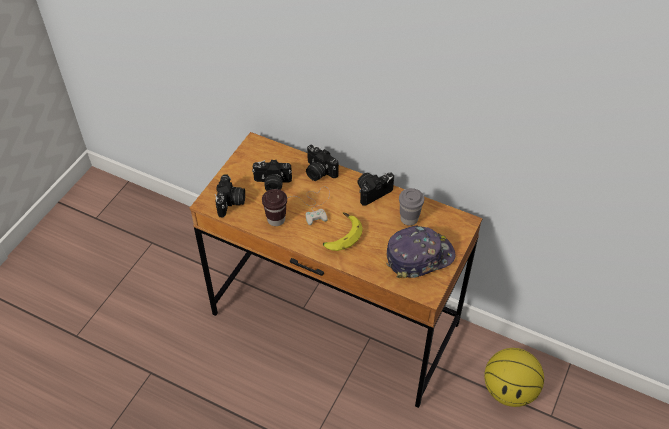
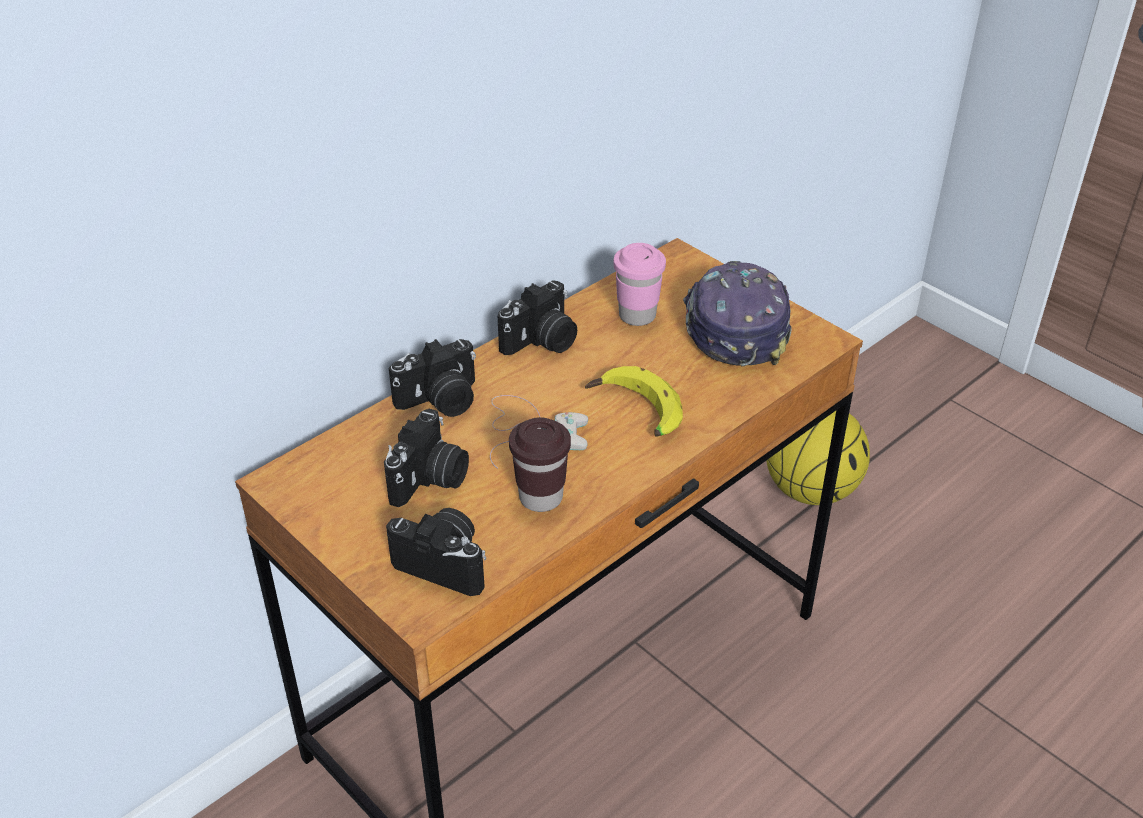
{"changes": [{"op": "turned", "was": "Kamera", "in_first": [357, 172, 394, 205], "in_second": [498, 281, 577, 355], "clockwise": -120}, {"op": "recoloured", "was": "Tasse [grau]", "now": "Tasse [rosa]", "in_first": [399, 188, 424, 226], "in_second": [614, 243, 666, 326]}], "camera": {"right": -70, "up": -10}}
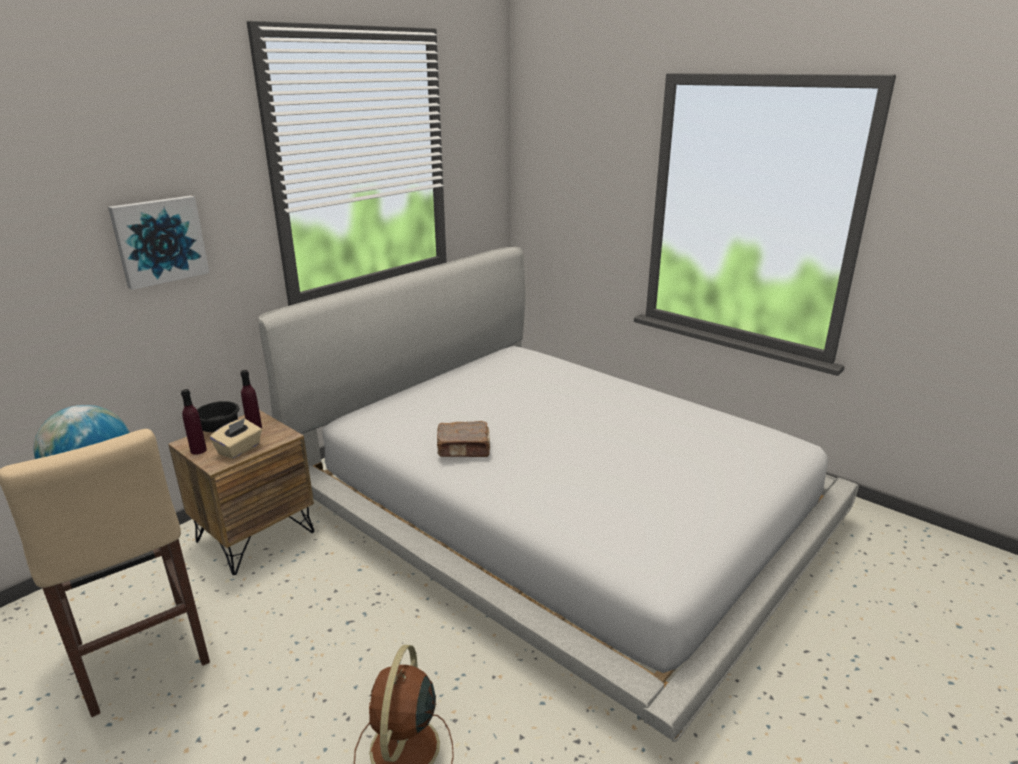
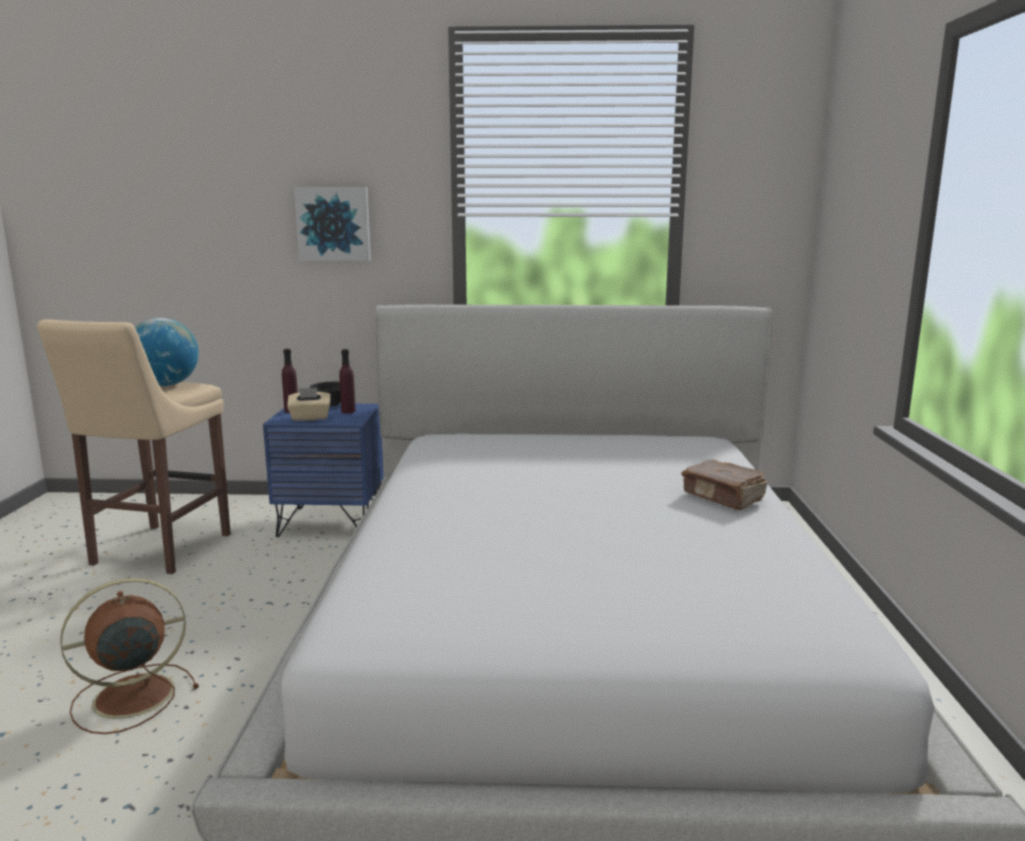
{"changes": [{"op": "recoloured", "was": "Nachttisch [braun]", "now": "Nachttisch [blau]", "in_first": [168, 410, 315, 575], "in_second": [263, 403, 384, 537]}, {"op": "moved", "was": "Buch [braun]", "in_first": [437, 421, 490, 457], "in_second": [681, 460, 767, 510]}], "camera": {"right": 50, "up": -10}}
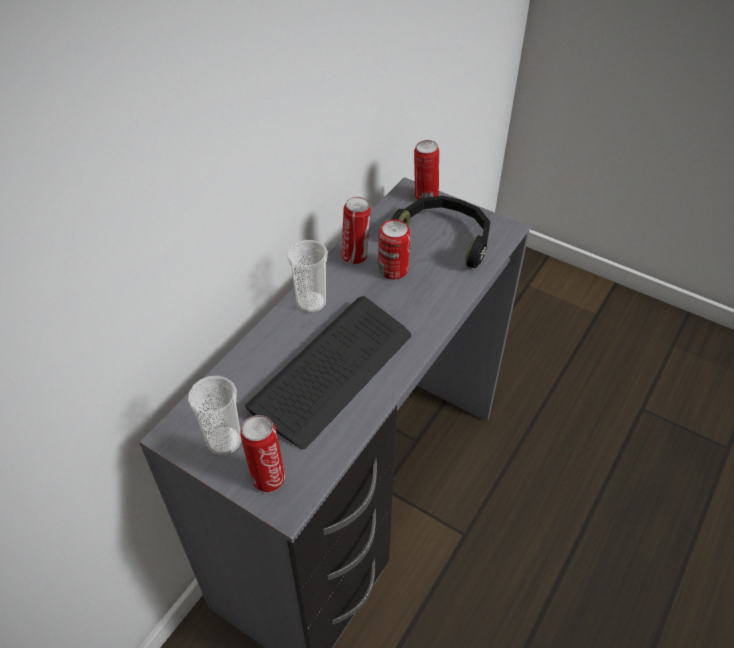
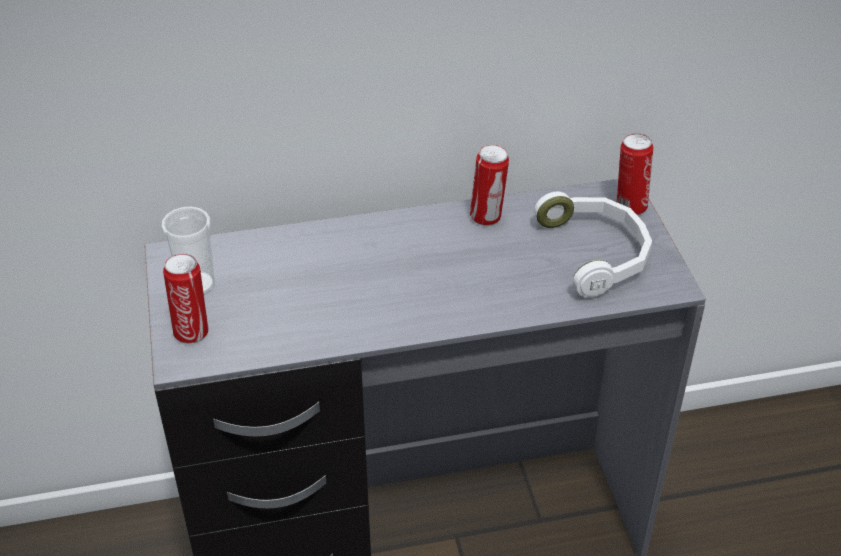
{"changes": [{"op": "recoloured", "was": "Kopfhörer [schwarz]", "now": "Kopfhörer [weiß]", "in_first": [391, 196, 490, 268], "in_second": [534, 191, 652, 298]}, {"op": "removed", "was": "Dose", "in_first": [378, 220, 411, 279]}, {"op": "removed", "was": "Tasse", "in_first": [287, 240, 328, 313]}, {"op": "removed", "was": "Tastatur", "in_first": [245, 296, 411, 449]}], "camera": {"right": 45, "up": -5}}
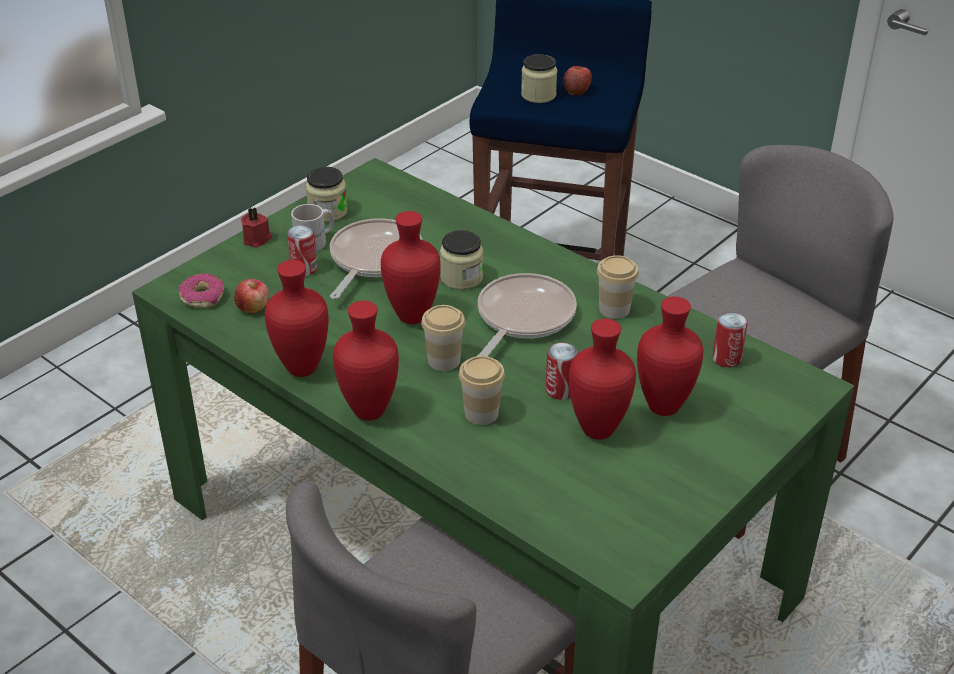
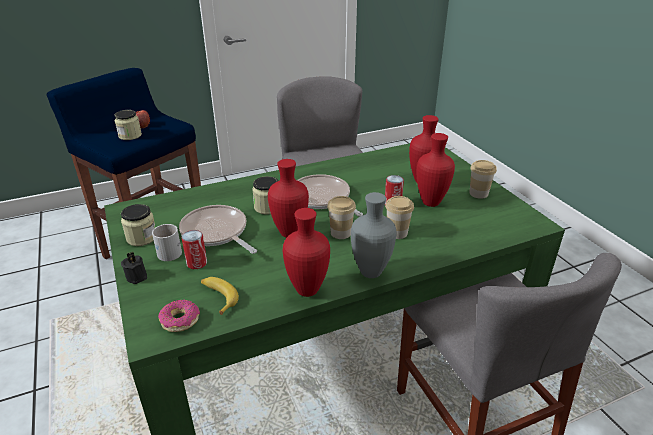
{"changes": [{"op": "recoloured", "was": "Kerze [rot]", "now": "Kerze [schwarz]", "in_first": [241, 207, 272, 248], "in_second": [121, 252, 147, 284]}, {"op": "moved", "was": "Tasse", "in_first": [597, 255, 639, 319], "in_second": [469, 160, 497, 199]}, {"op": "replaced", "was": "Apfel", "now": "Banane", "in_first": [234, 279, 269, 313], "in_second": [201, 277, 239, 315]}, {"op": "recoloured", "was": "Vase [rot]", "now": "Vase [grau]", "in_first": [333, 301, 399, 421], "in_second": [351, 192, 396, 278]}, {"op": "removed", "was": "Dose", "in_first": [712, 312, 747, 368]}], "camera": {"right": -65, "up": -5}}
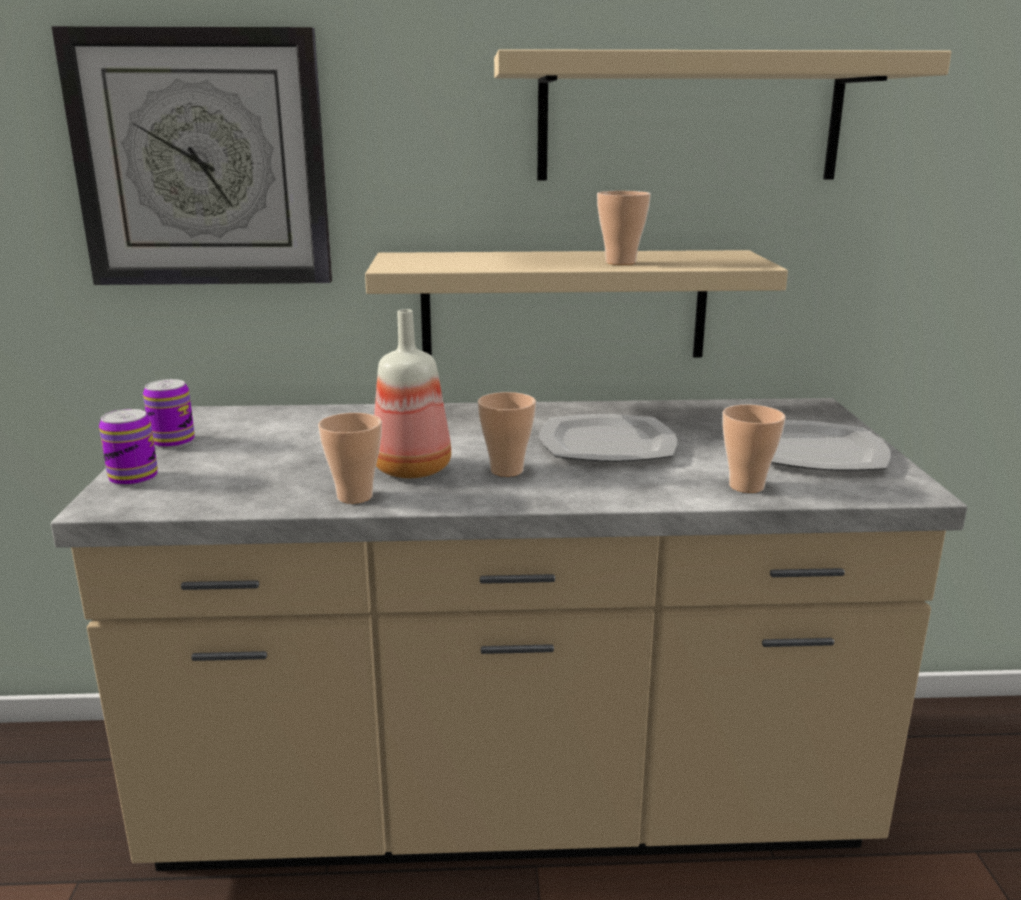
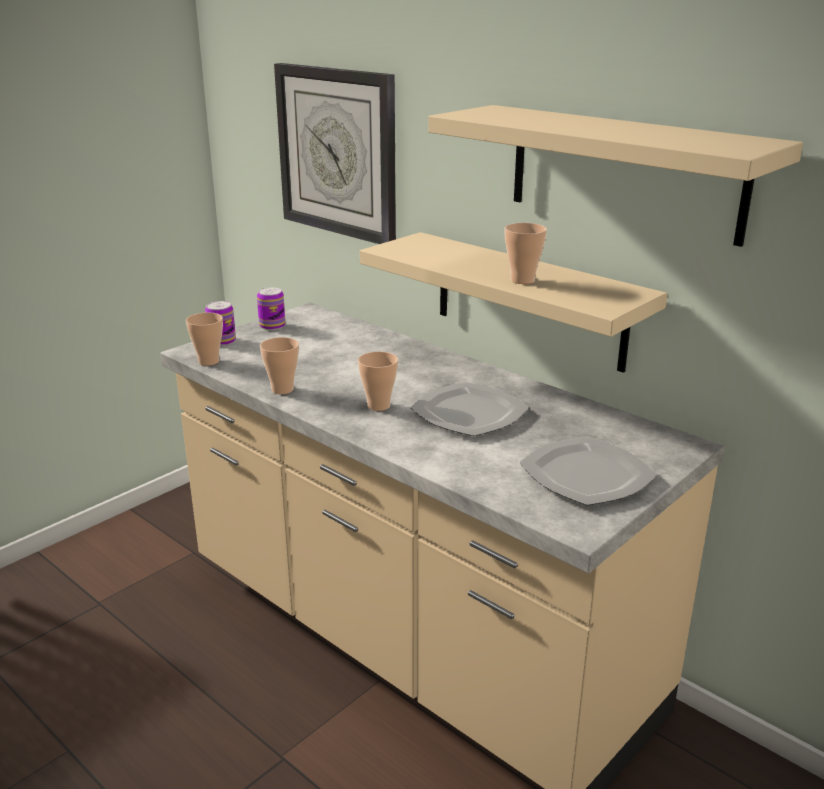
{"changes": [{"op": "removed", "was": "Flasche", "in_first": [374, 309, 451, 478]}, {"op": "moved", "was": "Tasse", "in_first": [723, 405, 786, 493], "in_second": [186, 313, 223, 366]}], "camera": {"right": 45, "up": 5}}
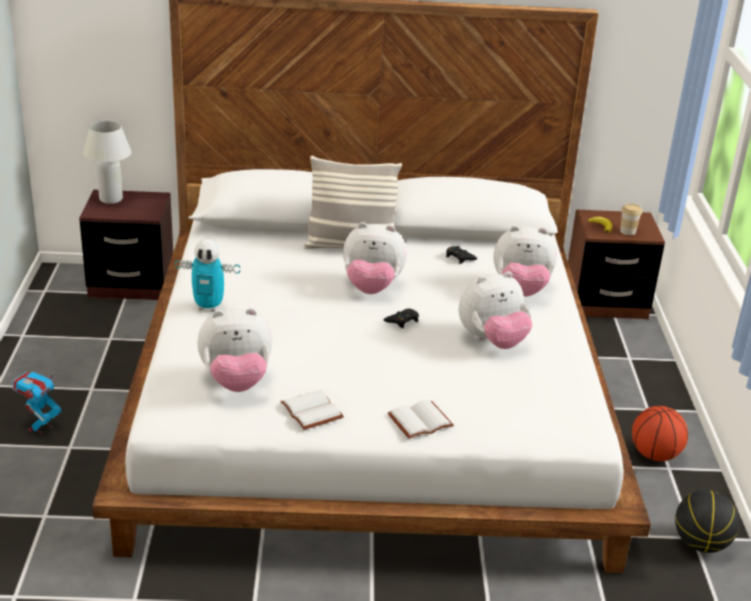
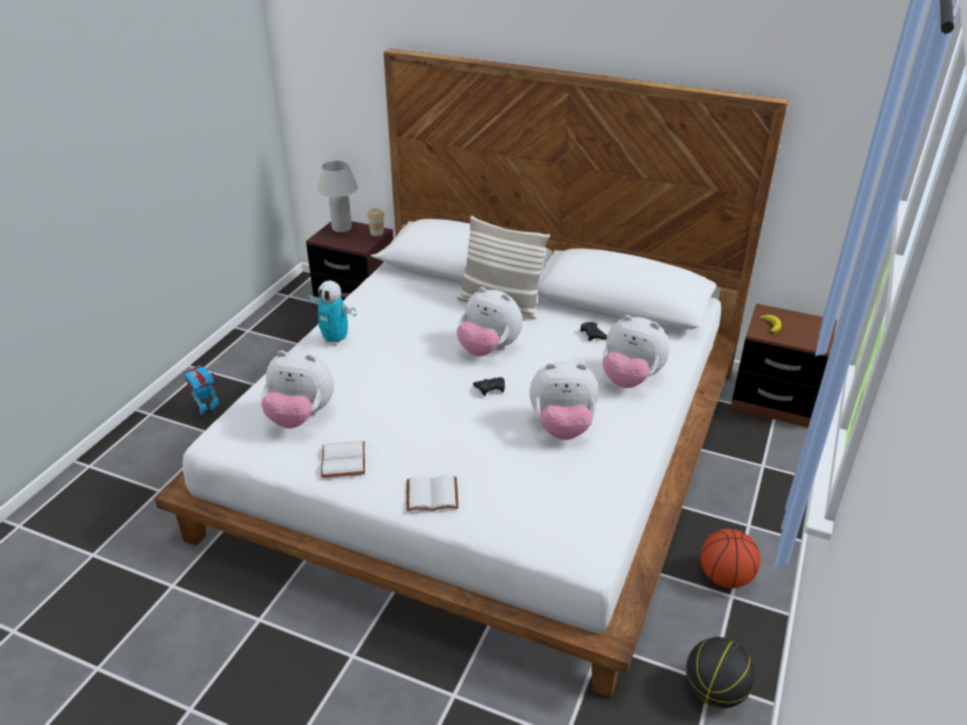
{"changes": [{"op": "moved", "was": "Tasse", "in_first": [620, 204, 642, 235], "in_second": [367, 209, 385, 236]}], "camera": {"right": 25, "up": 5}}
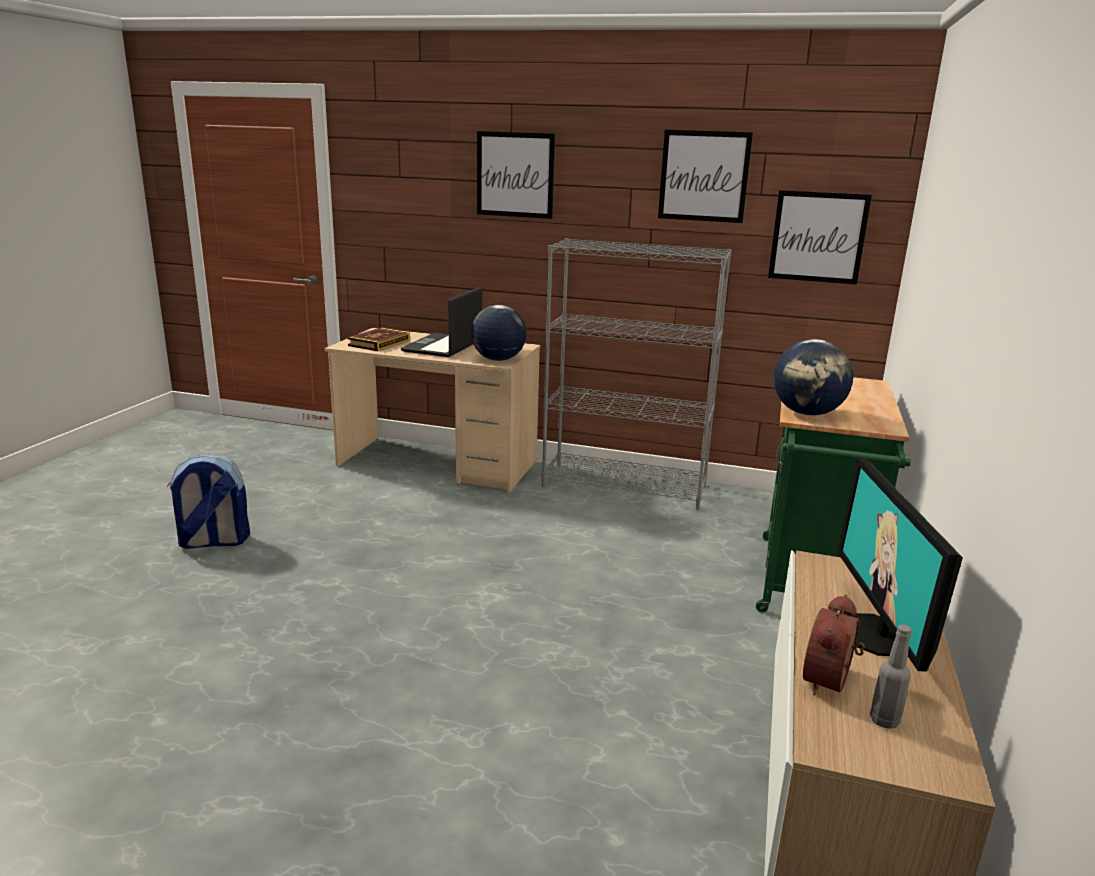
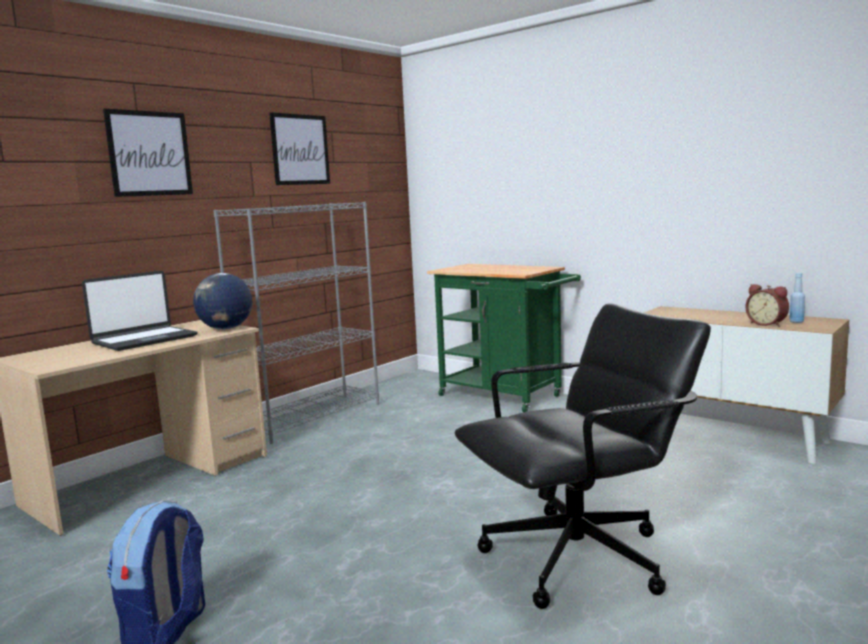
{"changes": [{"op": "removed", "was": "Bild", "in_first": [768, 190, 872, 285]}, {"op": "turned", "was": "Laptop", "in_first": [401, 287, 482, 357], "in_second": [82, 271, 198, 351], "clockwise": -90}, {"op": "removed", "was": "Buch", "in_first": [347, 328, 410, 351]}, {"op": "removed", "was": "Globus", "in_first": [773, 339, 853, 416]}, {"op": "removed", "was": "Monitor", "in_first": [837, 457, 963, 672]}, {"op": "recoloured", "was": "Flasche [grau]", "now": "Flasche [blau]", "in_first": [870, 624, 912, 729], "in_second": [789, 273, 805, 323]}, {"op": "added", "now": "Bürostuhl [schwarz]", "in_second": [455, 303, 711, 609]}], "camera": {"right": -65, "up": -10}}
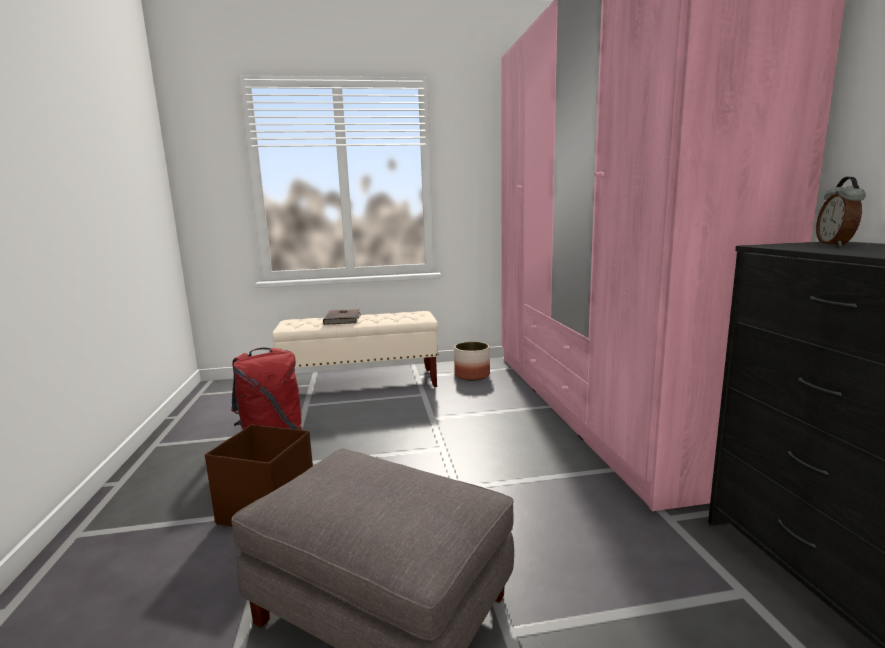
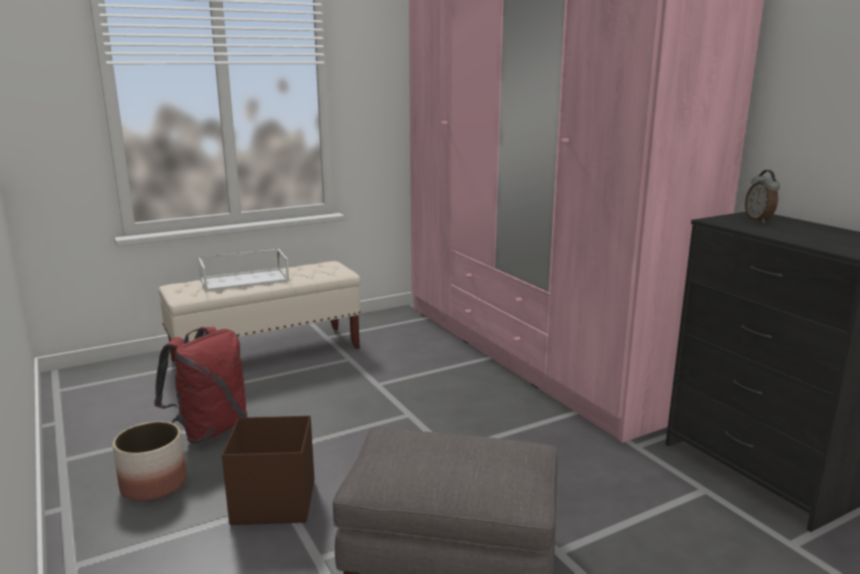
{"changes": [{"op": "replaced", "was": "Buch [braun]", "now": "Tablett [weiß]", "in_first": [323, 309, 362, 325], "in_second": [198, 249, 290, 291]}, {"op": "moved", "was": "Pflanzkübel", "in_first": [454, 342, 490, 381], "in_second": [113, 421, 187, 501]}], "camera": {"right": -20, "up": 5}}
